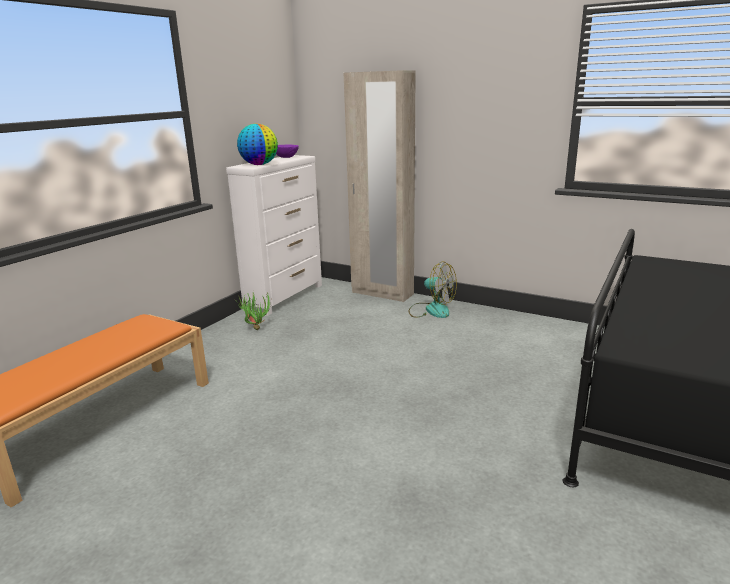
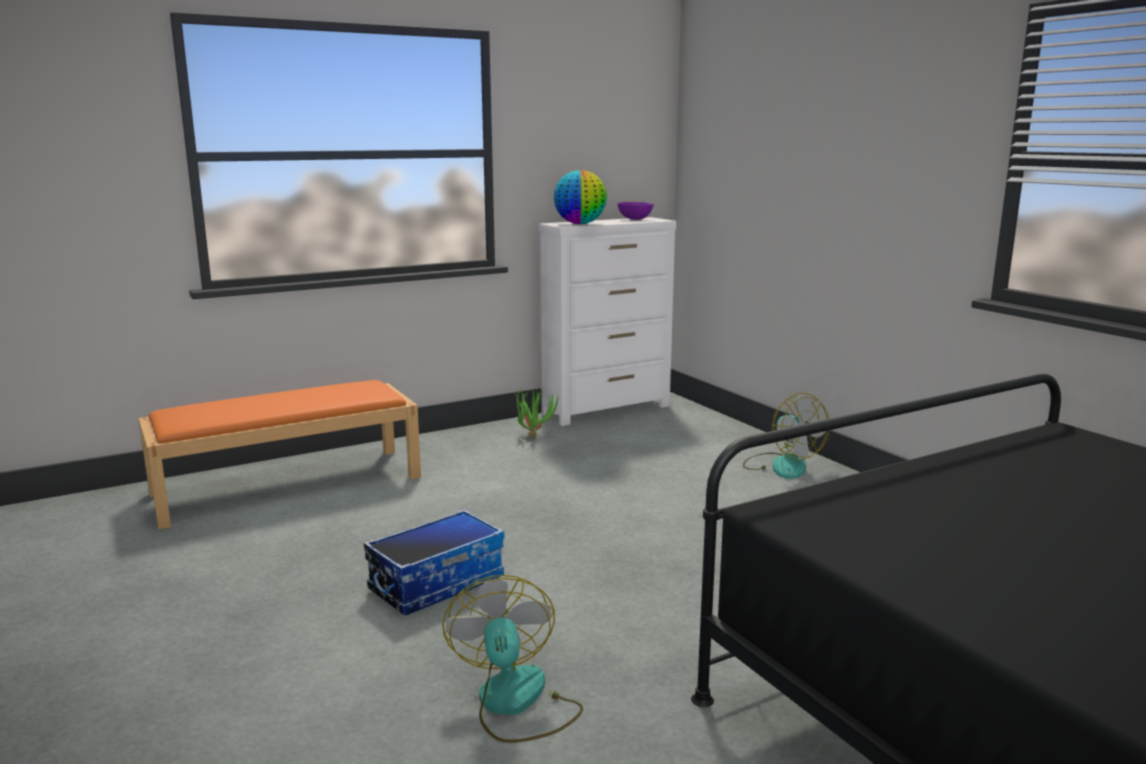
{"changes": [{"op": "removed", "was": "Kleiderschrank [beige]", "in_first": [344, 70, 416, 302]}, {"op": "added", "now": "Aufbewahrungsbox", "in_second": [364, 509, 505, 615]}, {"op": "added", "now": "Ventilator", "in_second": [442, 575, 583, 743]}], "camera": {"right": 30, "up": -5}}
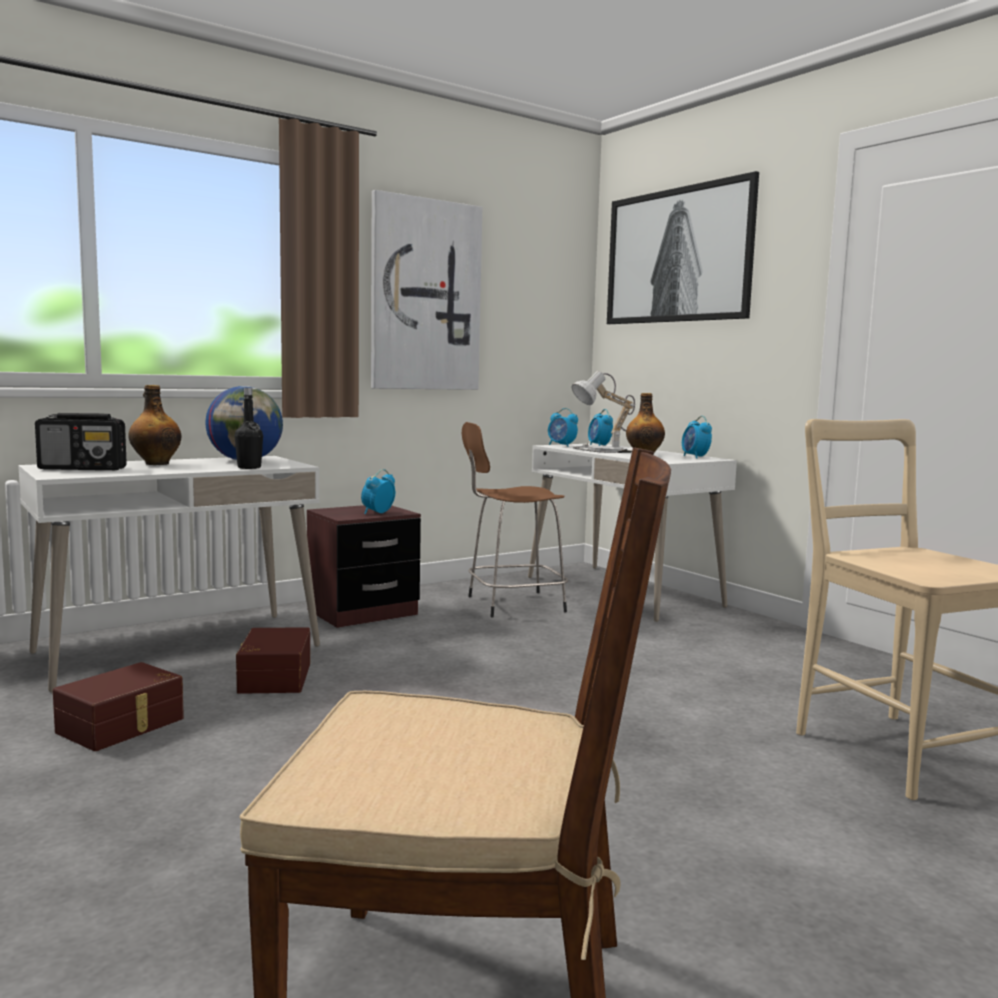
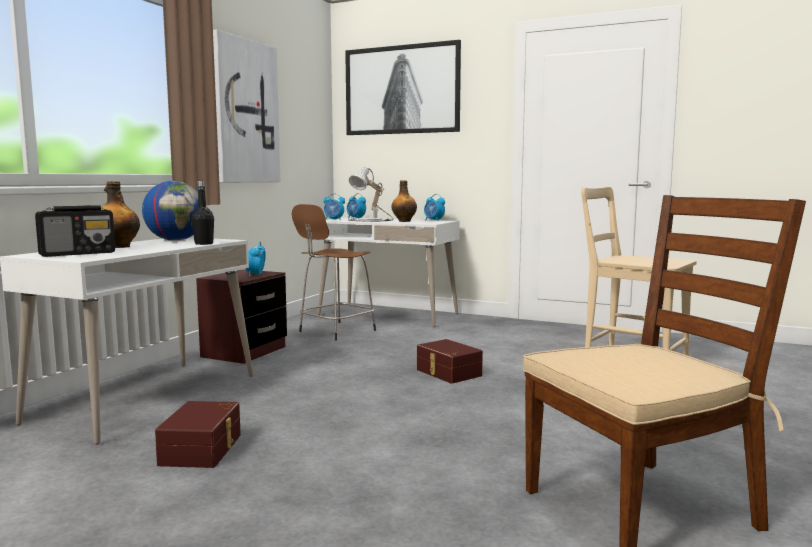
{"changes": [{"op": "moved", "was": "Aufbewahrungsbox [braun]", "in_first": [236, 627, 310, 694], "in_second": [417, 339, 483, 384]}], "camera": {"right": -30, "up": 0}}
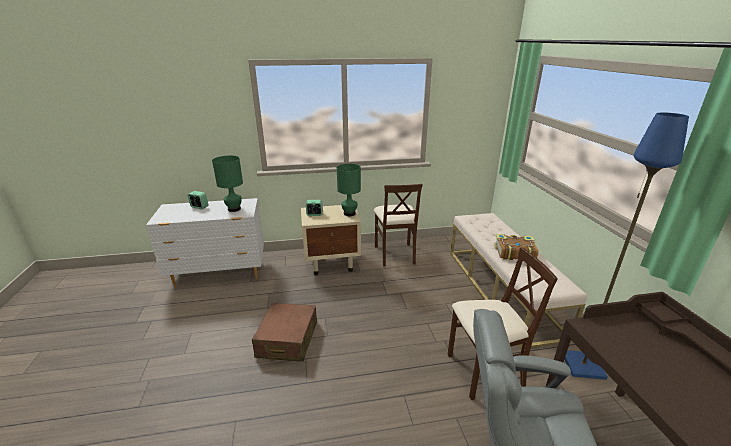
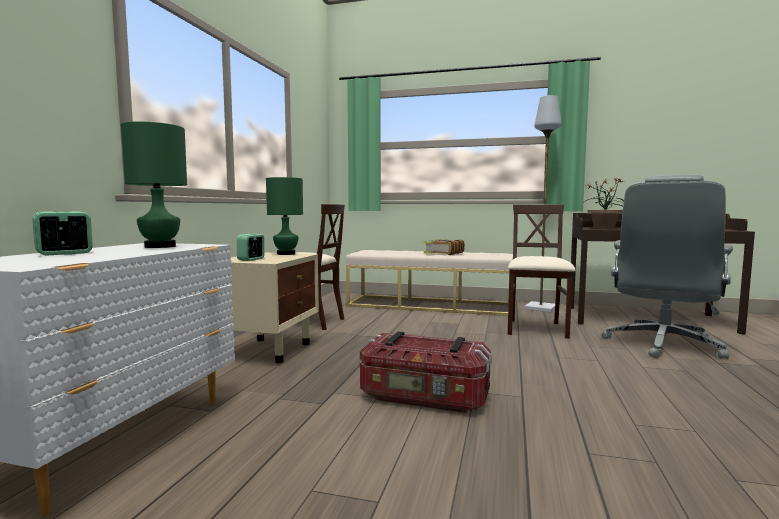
{"changes": [{"op": "recoloured", "was": "Stehlampe [blau]", "now": "Stehlampe [grau]", "in_first": [564, 112, 689, 380], "in_second": [524, 95, 562, 312]}, {"op": "replaced", "was": "Koffer [braun]", "now": "Aufbewahrungsbox", "in_first": [252, 303, 317, 362], "in_second": [360, 331, 492, 413]}, {"op": "added", "now": "Topfpflanze", "in_second": [582, 178, 624, 229]}], "camera": {"right": -65, "up": -20}}
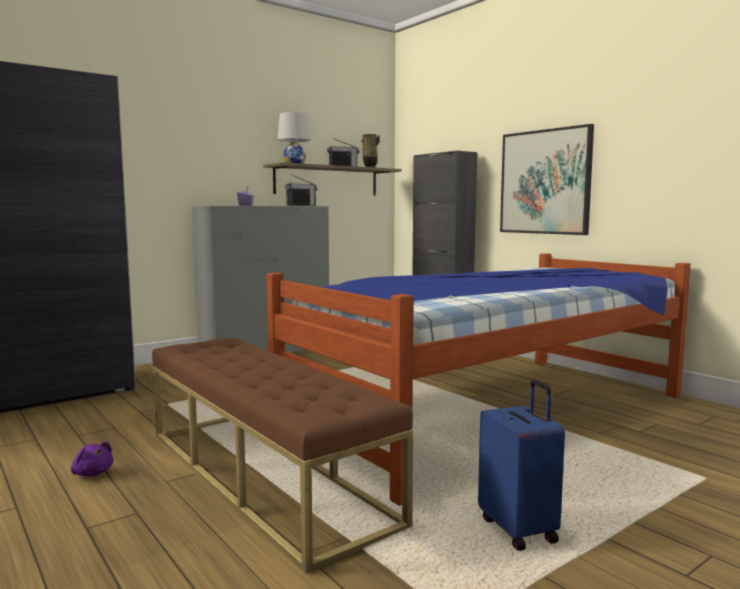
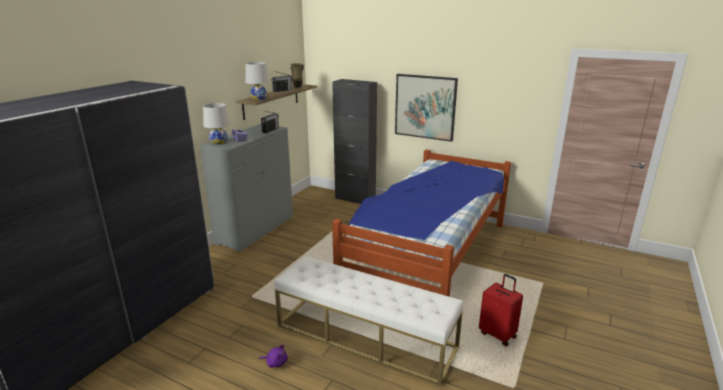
{"changes": [{"op": "recoloured", "was": "Bank [braun]", "now": "Bank [weiß]", "in_first": [152, 338, 413, 574], "in_second": [274, 256, 463, 386]}, {"op": "recoloured", "was": "Koffer [blau]", "now": "Koffer [rot]", "in_first": [478, 380, 565, 551], "in_second": [479, 274, 523, 346]}, {"op": "added", "now": "Tischlampe [weiß]", "in_second": [203, 103, 230, 145]}], "camera": {"right": -25, "up": 15}}
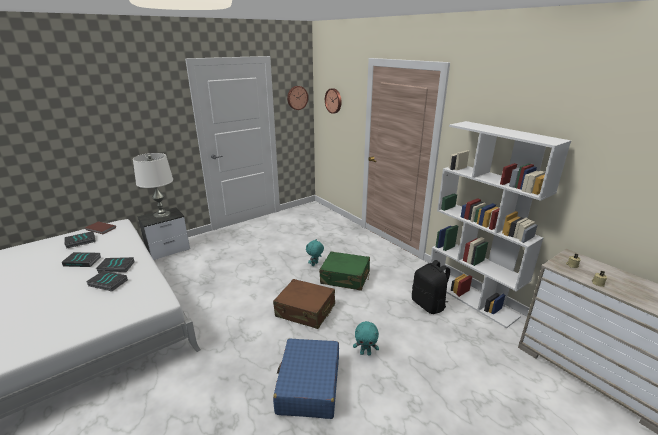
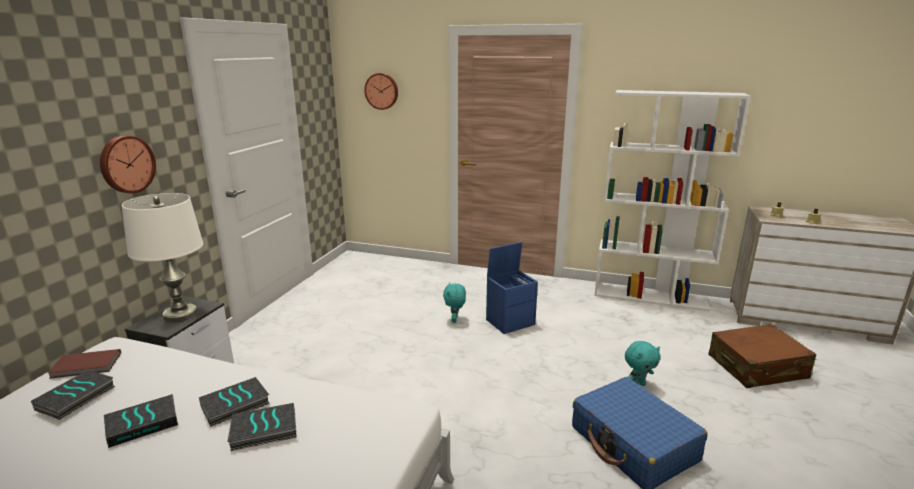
{"changes": [{"op": "moved", "was": "Wanduhr", "in_first": [287, 86, 308, 110], "in_second": [100, 136, 156, 193]}, {"op": "replaced", "was": "Koffer [grün]", "now": "Aufbewahrungsbox [blau]", "in_first": [319, 252, 370, 291], "in_second": [486, 242, 538, 334]}, {"op": "removed", "was": "Rucksack [schwarz]", "in_first": [412, 260, 450, 314]}, {"op": "moved", "was": "Koffer [braun]", "in_first": [273, 279, 335, 329], "in_second": [708, 324, 816, 388]}], "camera": {"right": -35, "up": -5}}
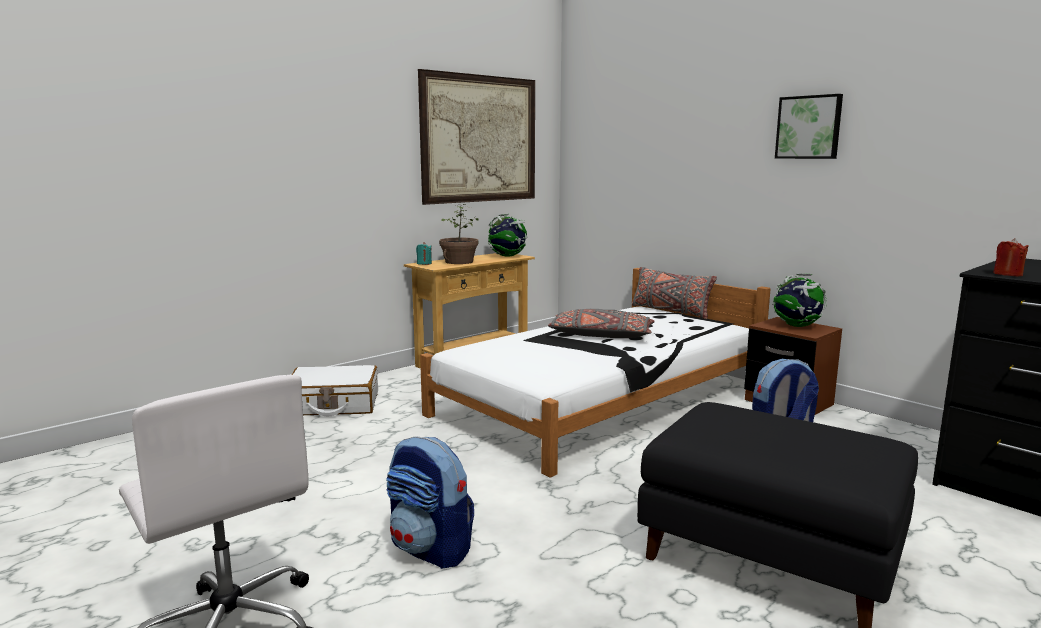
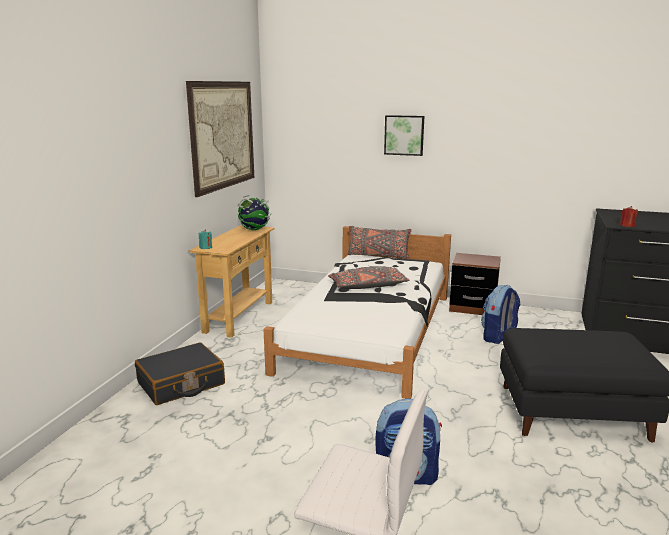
{"changes": [{"op": "moved", "was": "Bild", "in_first": [775, 94, 843, 159], "in_second": [384, 115, 424, 156]}, {"op": "removed", "was": "Topfpflanze", "in_first": [439, 204, 479, 264]}, {"op": "removed", "was": "Globus", "in_first": [772, 273, 827, 327]}, {"op": "recoloured", "was": "Koffer [weiß]", "now": "Koffer [schwarz]", "in_first": [292, 365, 378, 416], "in_second": [135, 343, 225, 405]}], "camera": {"right": -30, "up": 5}}
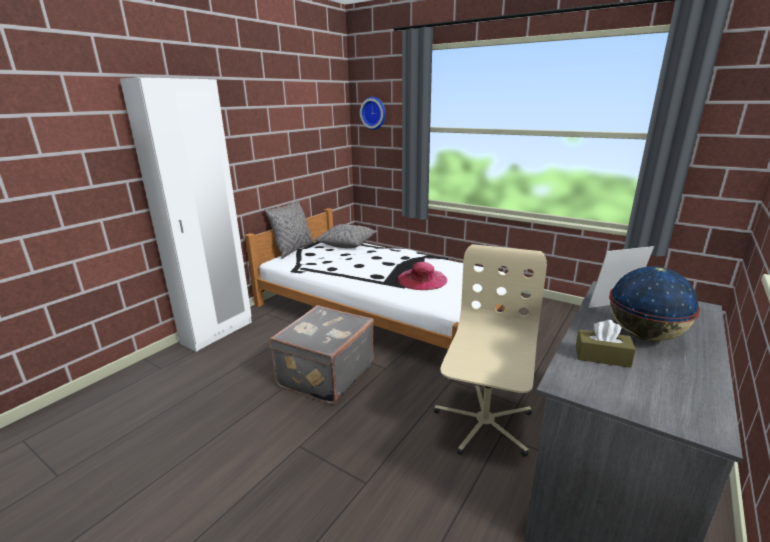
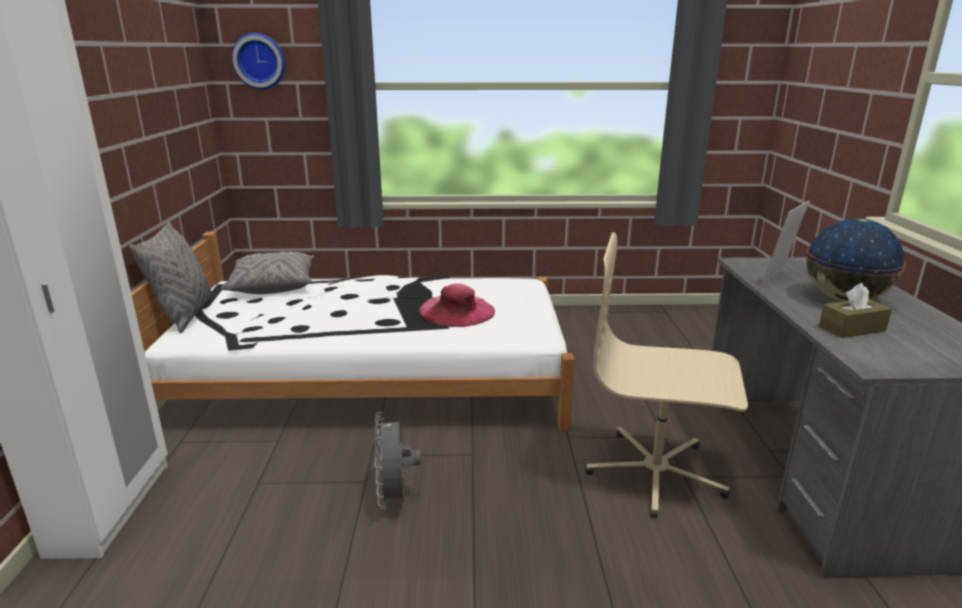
{"changes": [{"op": "turned", "was": "Bürostuhl [beige]", "in_first": [434, 244, 547, 457], "in_second": [585, 232, 748, 518], "clockwise": -60}, {"op": "replaced", "was": "Koffer [grau]", "now": "Ventilator [grau]", "in_first": [269, 305, 374, 405], "in_second": [374, 412, 421, 509]}], "camera": {"right": -35, "up": 0}}
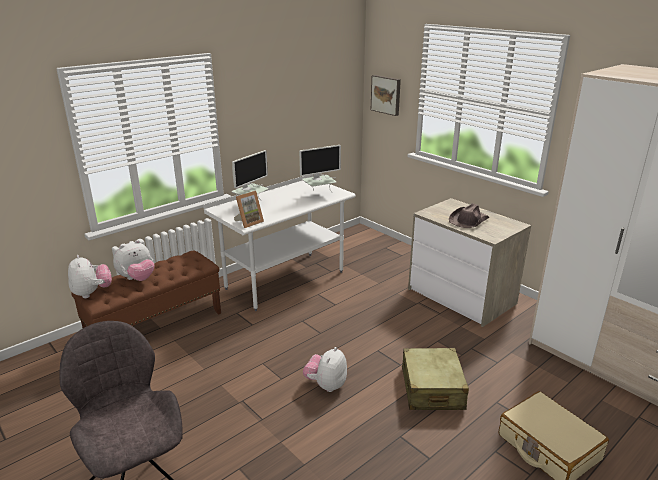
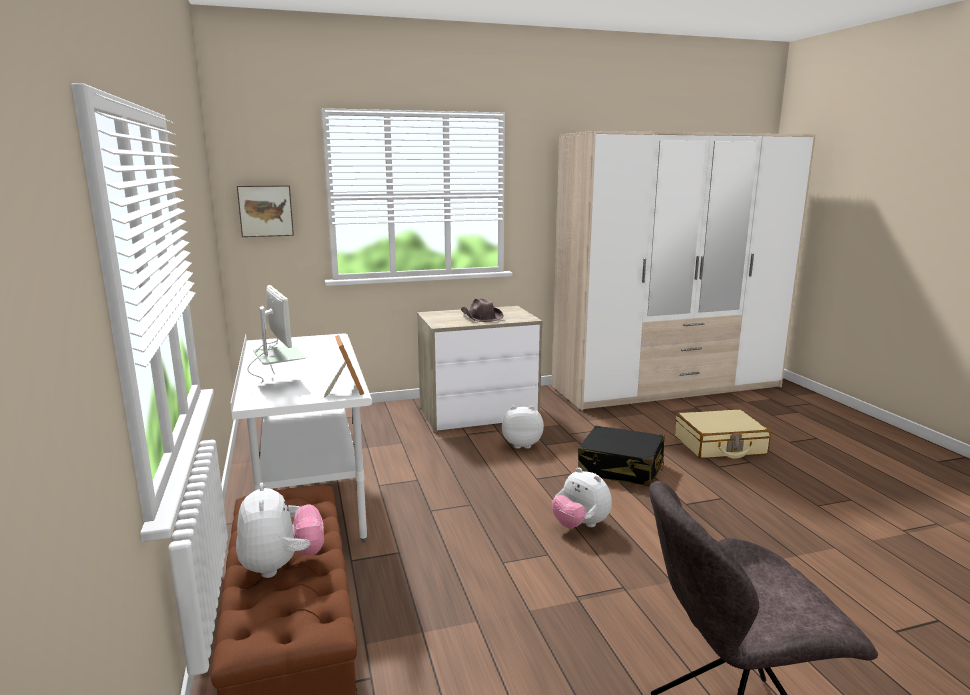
{"changes": [{"op": "removed", "was": "Monitor", "in_first": [299, 145, 341, 192]}, {"op": "moved", "was": "Plüschtier", "in_first": [68, 255, 112, 298], "in_second": [502, 406, 544, 449]}, {"op": "recoloured", "was": "Koffer [beige]", "now": "Koffer [schwarz]", "in_first": [402, 348, 469, 410], "in_second": [578, 425, 665, 487]}], "camera": {"right": -65, "up": -10}}
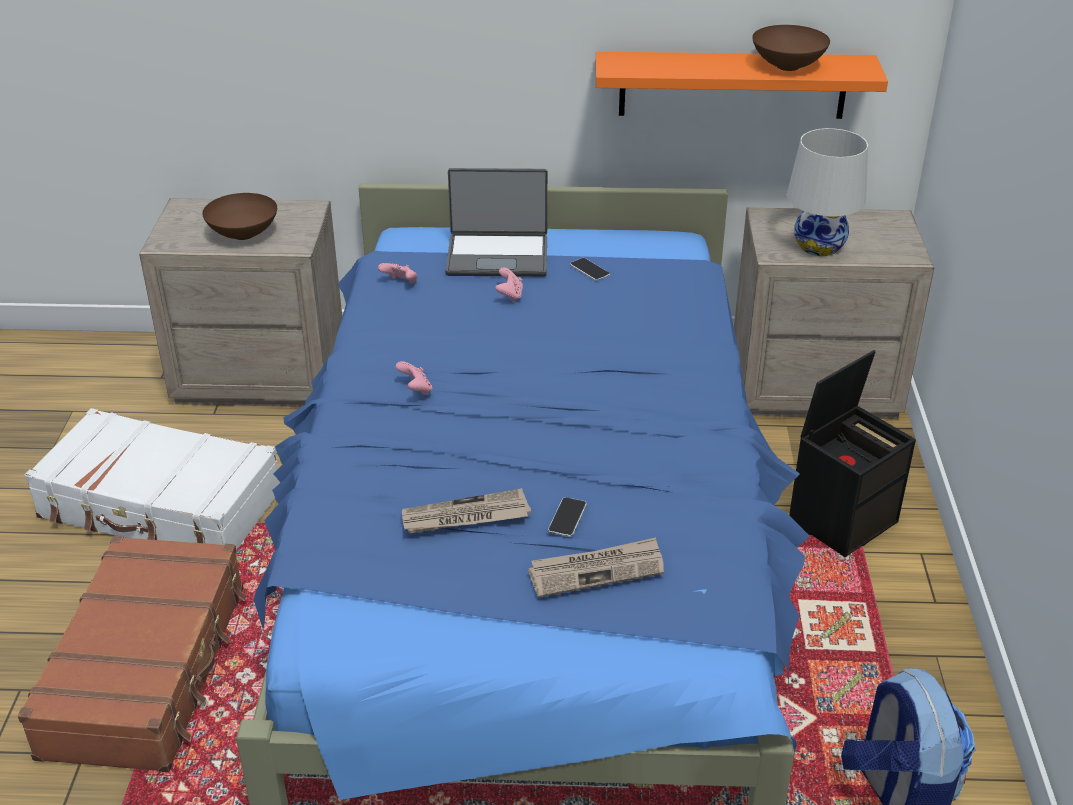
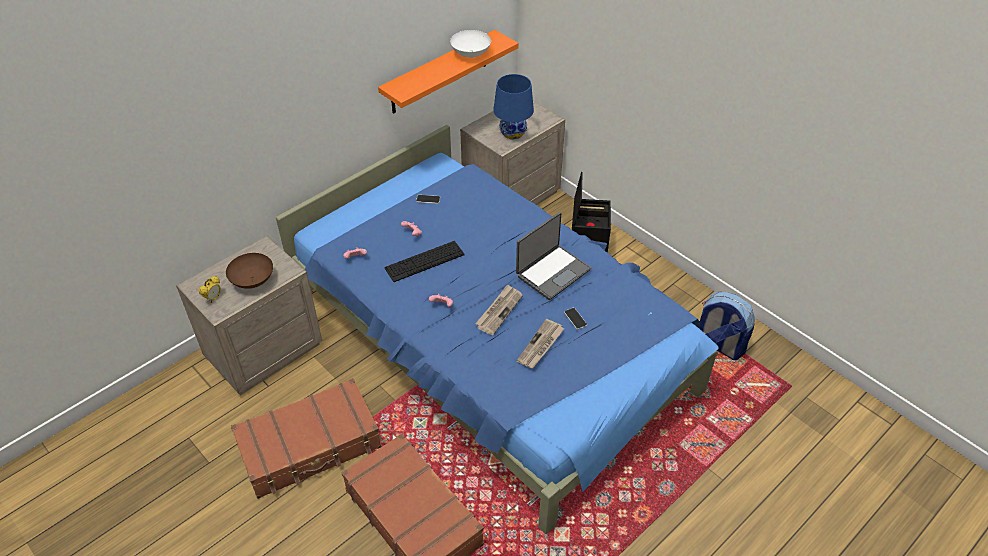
{"changes": [{"op": "recoloured", "was": "Schüssel [braun]", "now": "Schüssel [weiß]", "in_first": [752, 25, 830, 71], "in_second": [450, 30, 491, 58]}, {"op": "recoloured", "was": "Tischlampe [weiß]", "now": "Tischlampe [blau]", "in_first": [787, 128, 868, 256], "in_second": [493, 74, 534, 139]}, {"op": "moved", "was": "Laptop", "in_first": [445, 168, 548, 277], "in_second": [516, 212, 591, 300]}, {"op": "recoloured", "was": "Koffer [weiß]", "now": "Koffer [braun]", "in_first": [24, 408, 280, 550], "in_second": [231, 378, 381, 499]}, {"op": "moved", "was": "Zeitung", "in_first": [528, 537, 664, 598], "in_second": [475, 284, 523, 335]}, {"op": "added", "now": "Tastatur", "in_second": [384, 241, 465, 282]}, {"op": "added", "now": "Wecker", "in_second": [199, 276, 221, 303]}], "camera": {"right": -45, "up": 10}}
